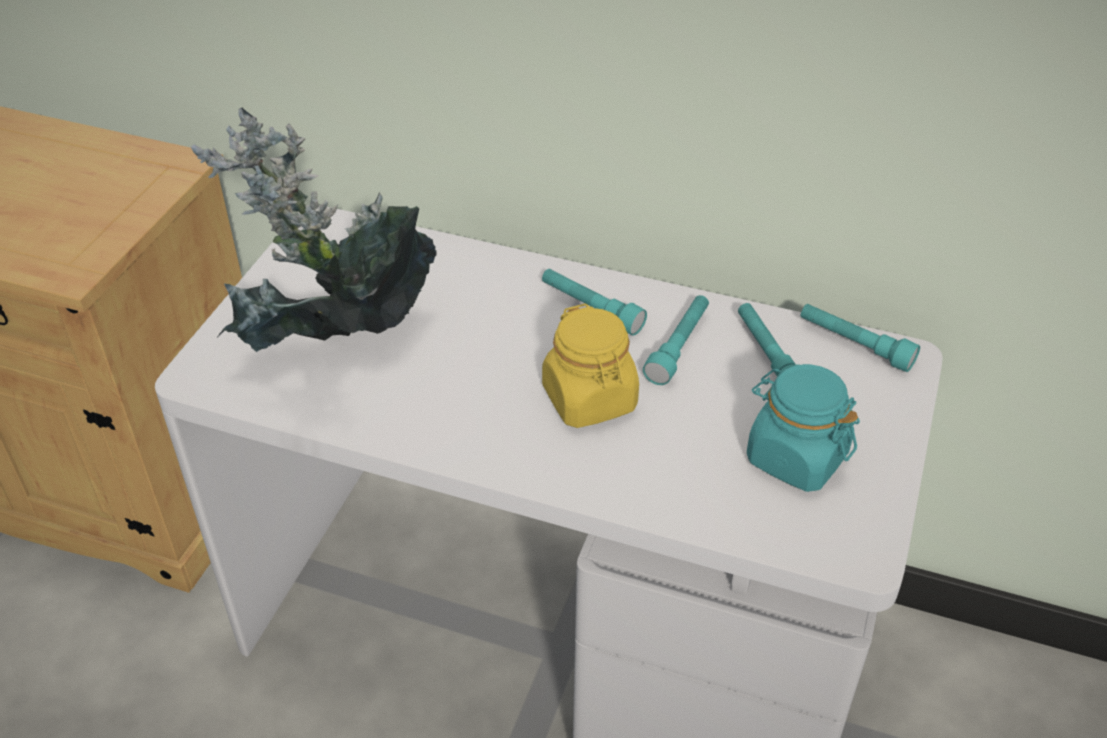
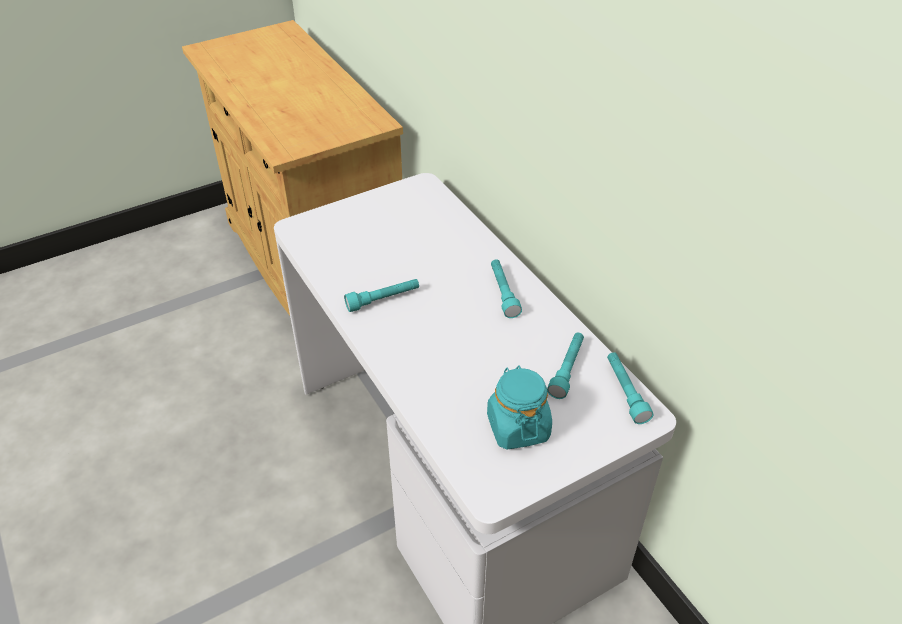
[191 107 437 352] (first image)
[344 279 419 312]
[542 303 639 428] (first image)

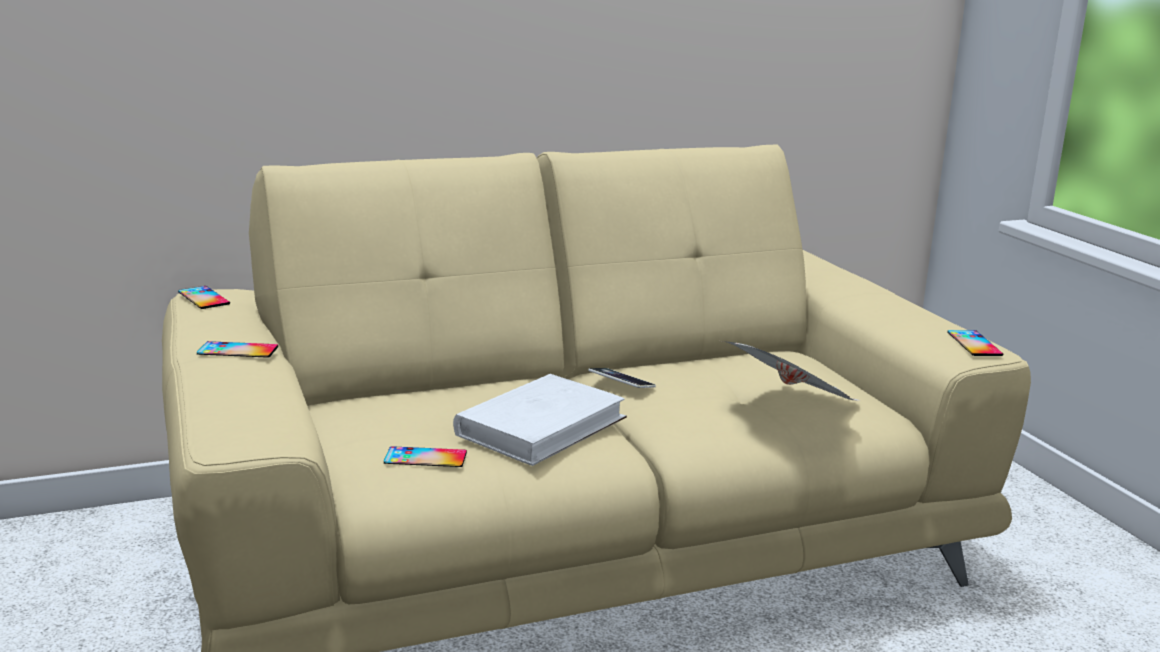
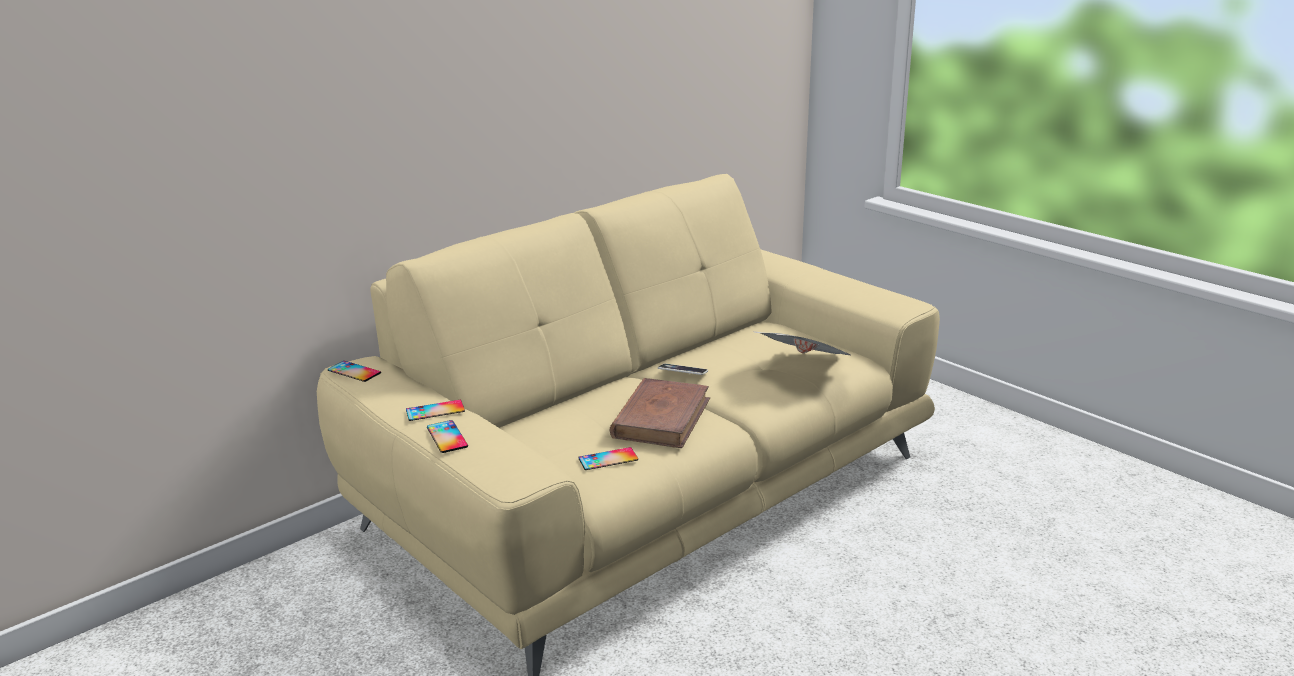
[427 420 468 453]
[610 378 710 448]

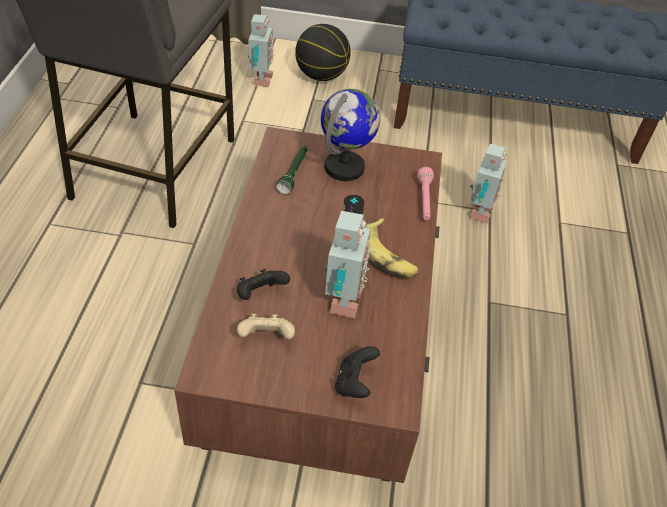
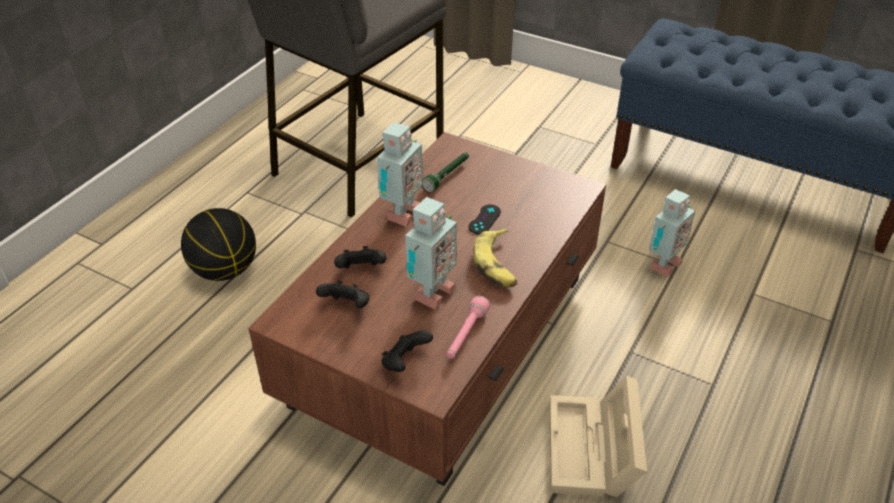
[377 122 423 227]
[181 208 256 281]
[321 89 380 181] (first image)
[447 296 490 359]
[316 281 370 308]
[550 375 647 497]

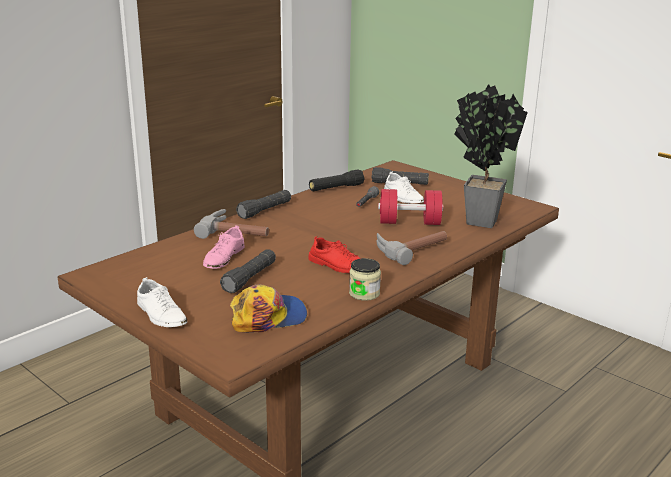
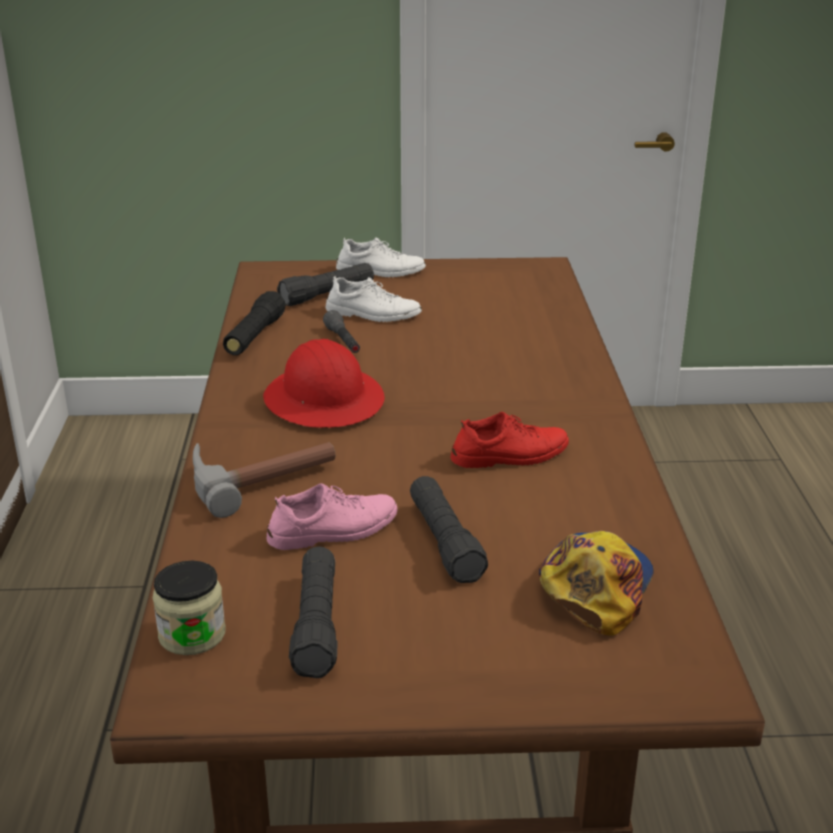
[454 84 528 228] (first image)
[378 189 443 225] (first image)
[289 546 338 678]
[267 483 398 550]
[376 231 447 265] (first image)
[153 561 226 655]
[336 237 426 277]
[263 339 385 428]

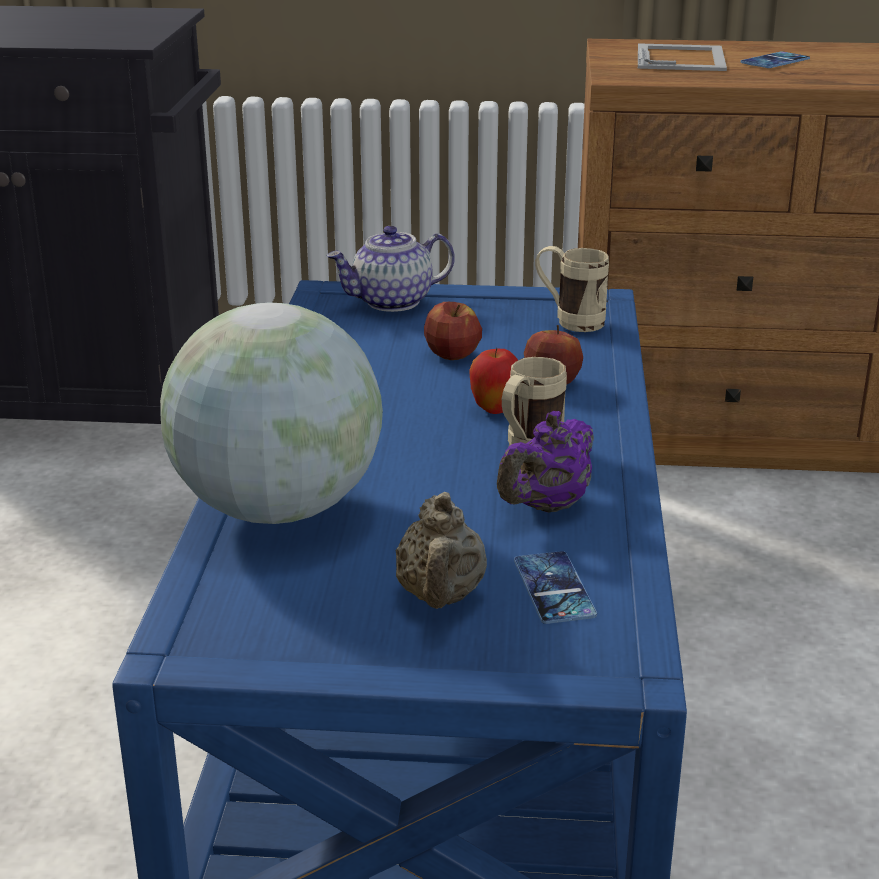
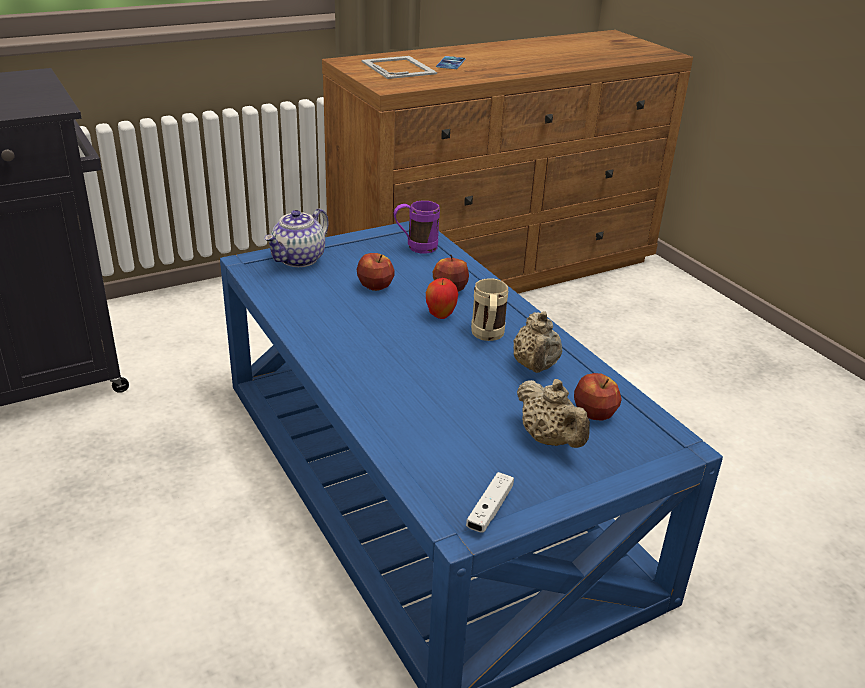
[394 201 440 254]
[160 303 383 524] (first image)
[513 311 562 373]
[574 373 622 421]
[466 472 514 533]

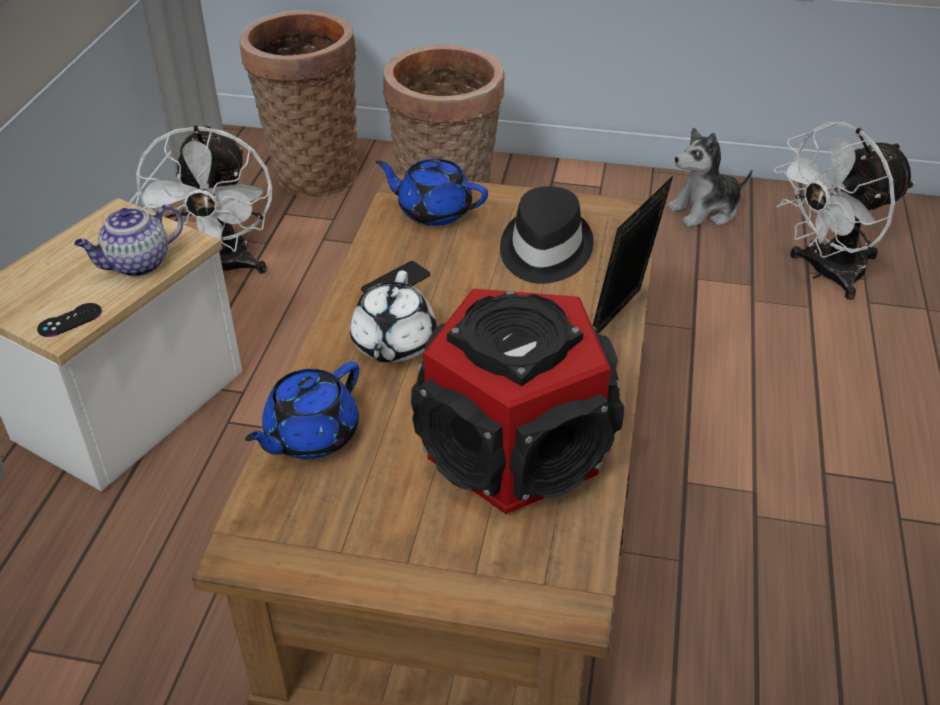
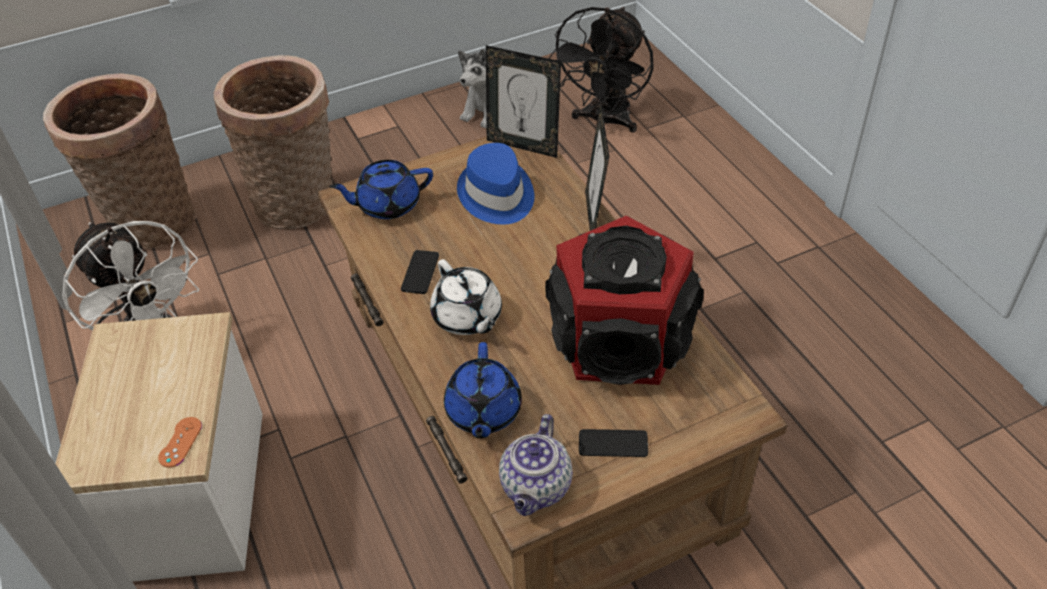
[549 7 654 133]
[457 143 534 224]
[499 414 573 516]
[158 417 202 468]
[486 45 561 158]
[579 429 648 457]

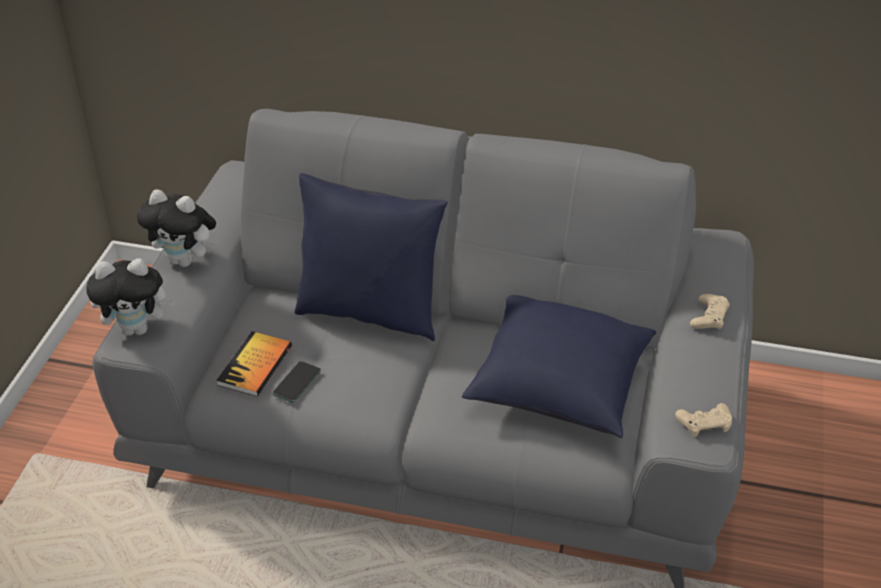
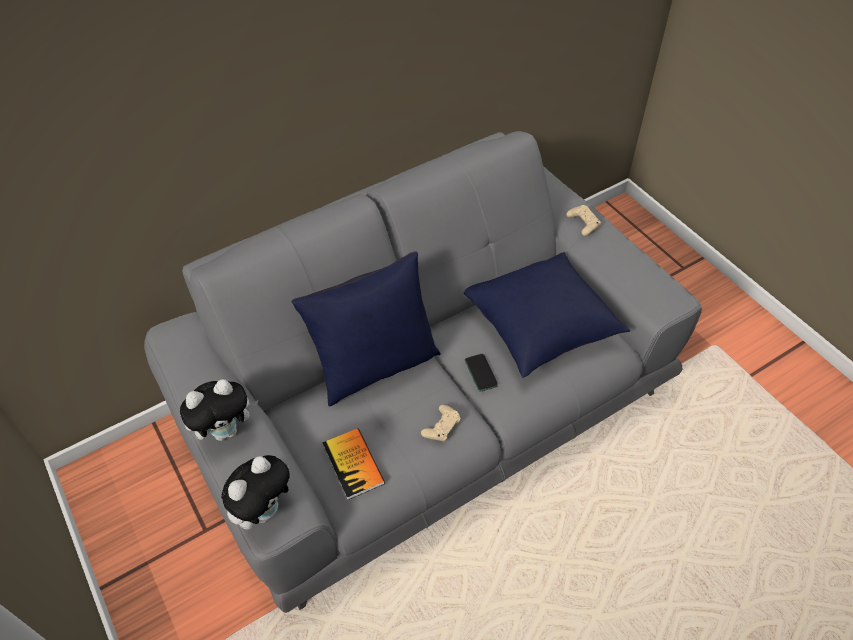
[465 354 498 392]
[421 405 461 442]

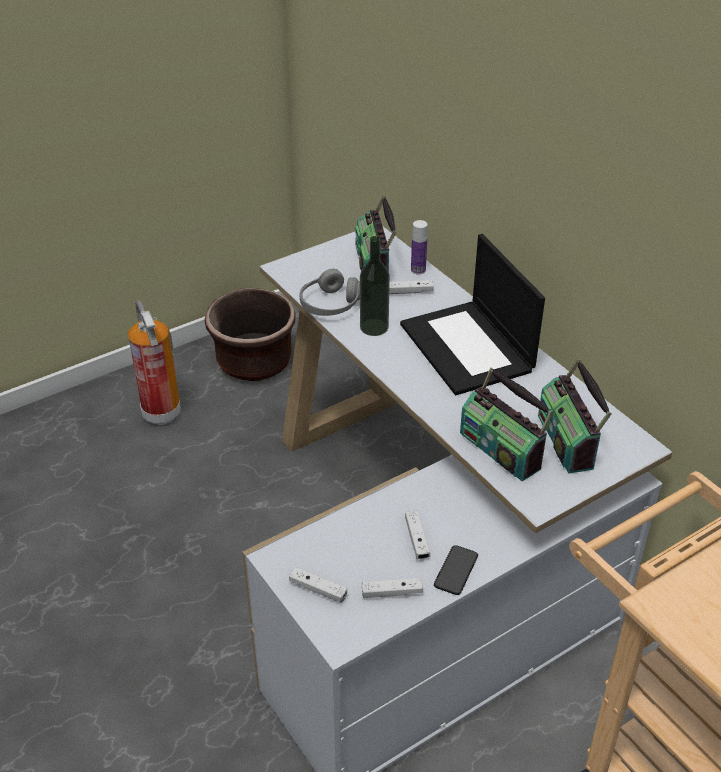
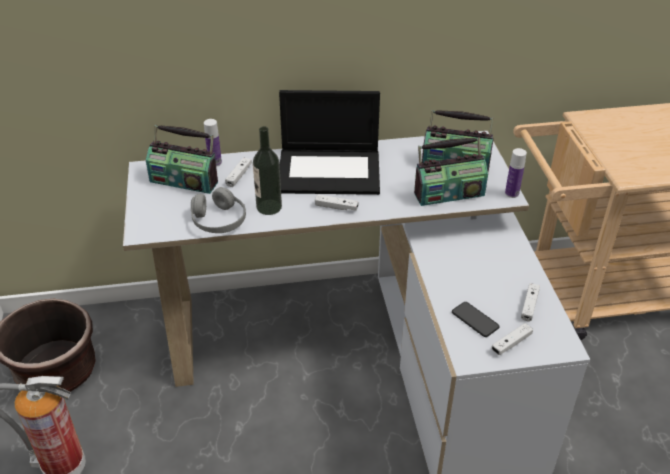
[315 194 358 211]
[452 302 500 337]
[505 148 527 198]

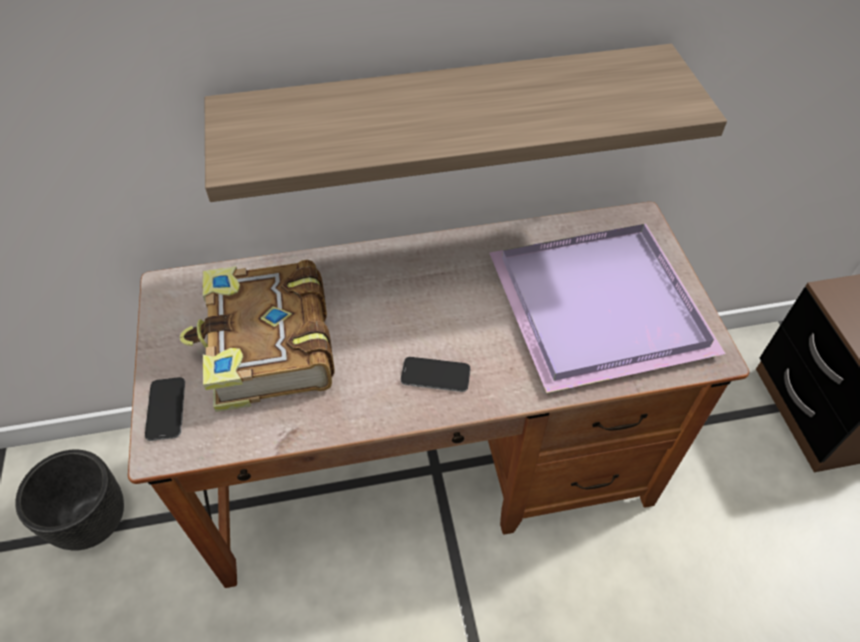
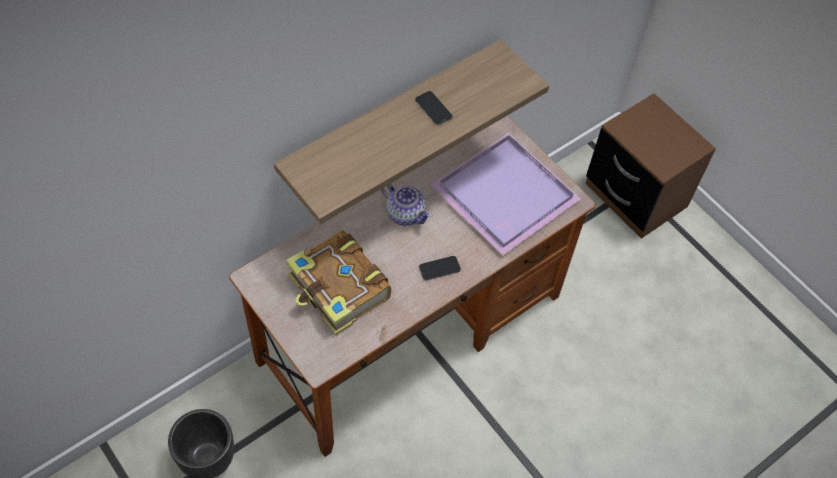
[415 91 453 125]
[381 184 432 226]

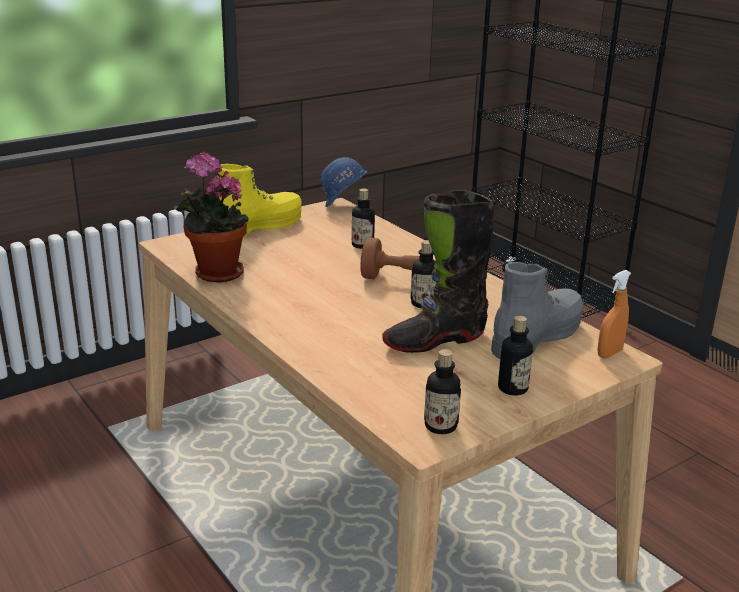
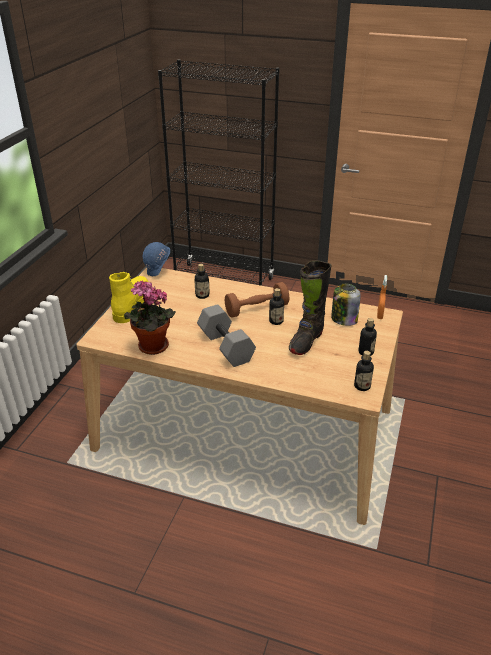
[331 284 361 326]
[197 304 256 367]

